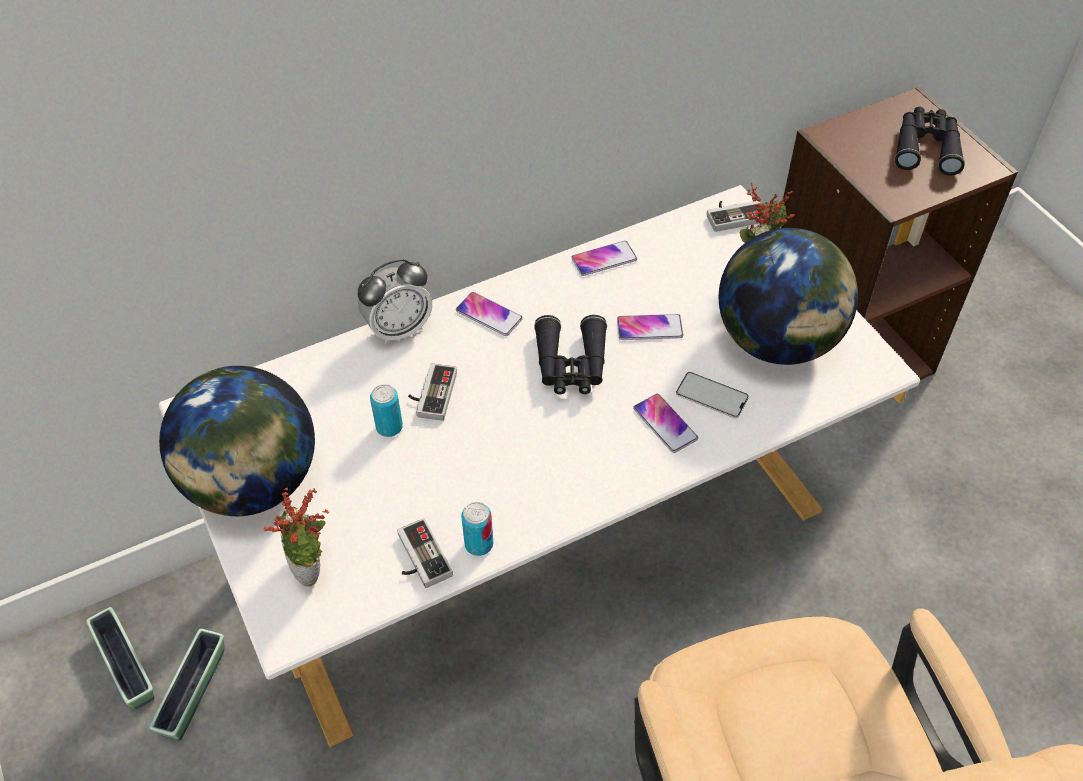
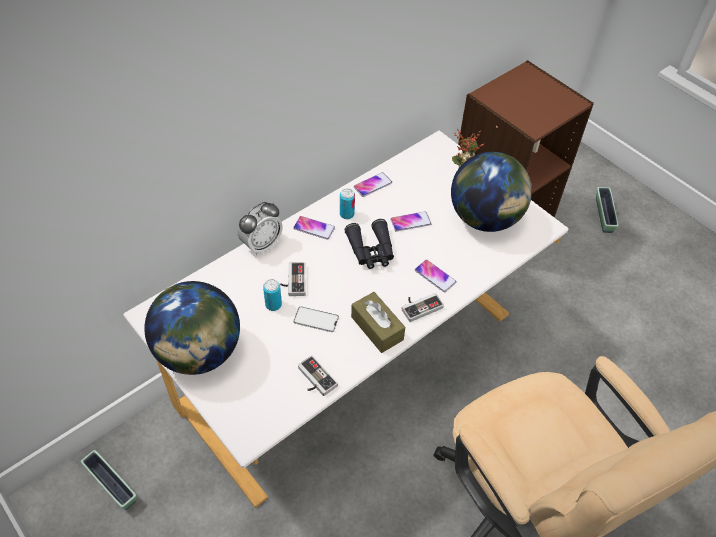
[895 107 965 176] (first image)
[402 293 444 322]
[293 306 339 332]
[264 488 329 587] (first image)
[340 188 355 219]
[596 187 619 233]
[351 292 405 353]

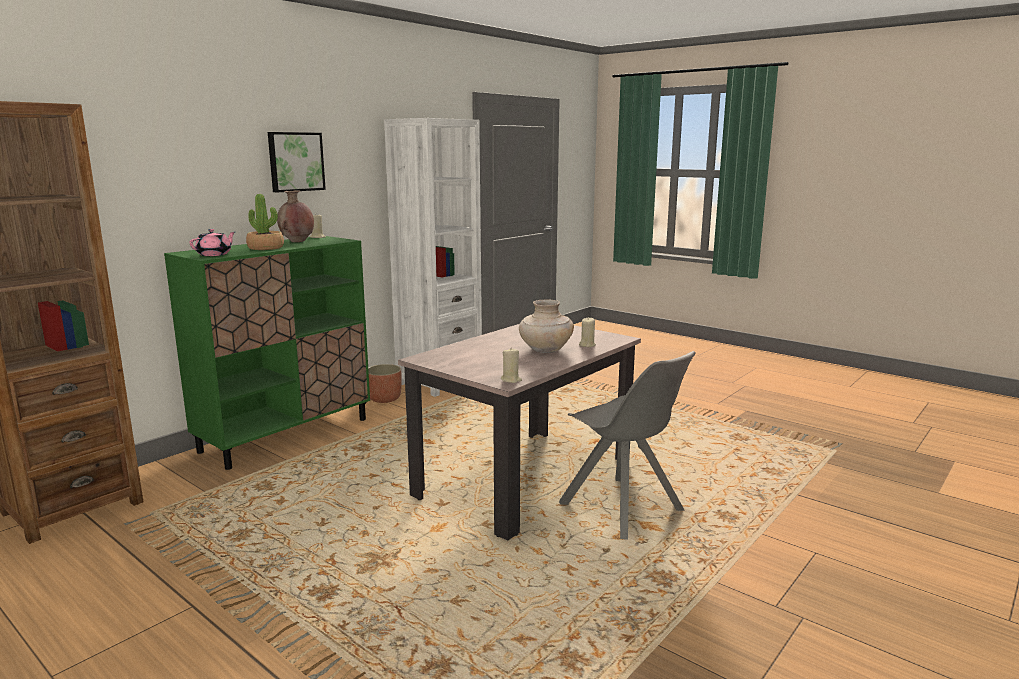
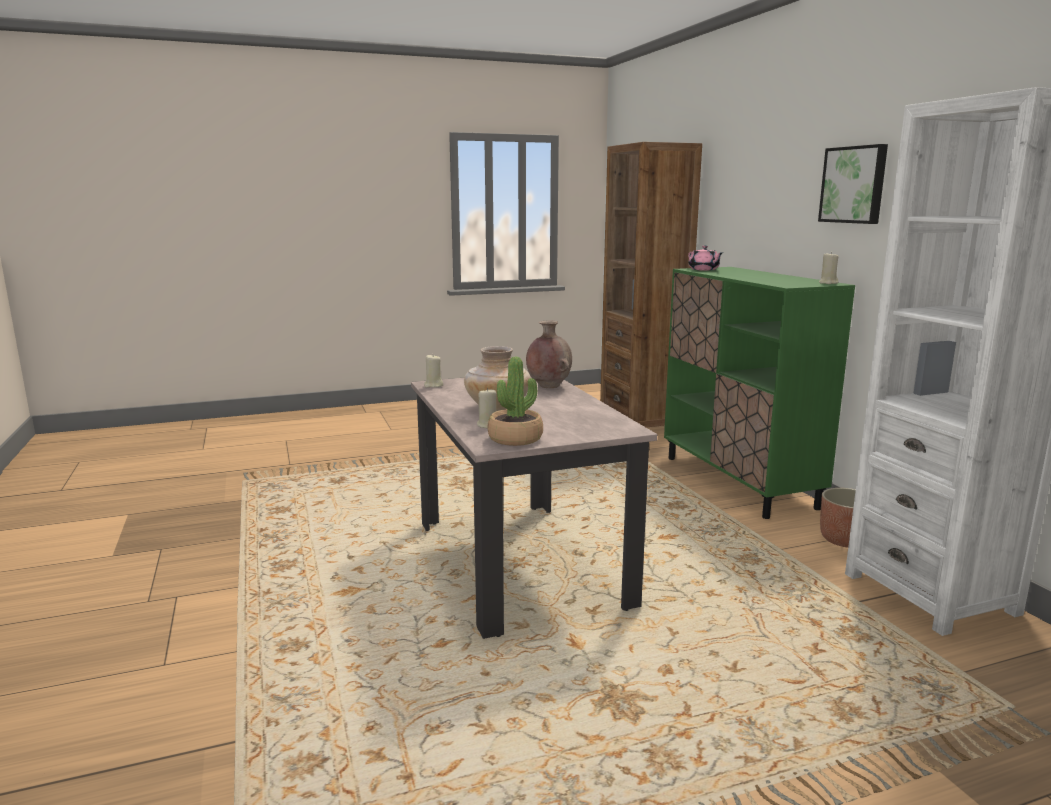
[526 320 572 388]
[488 356 543 446]
[559 351 695 540] (first image)

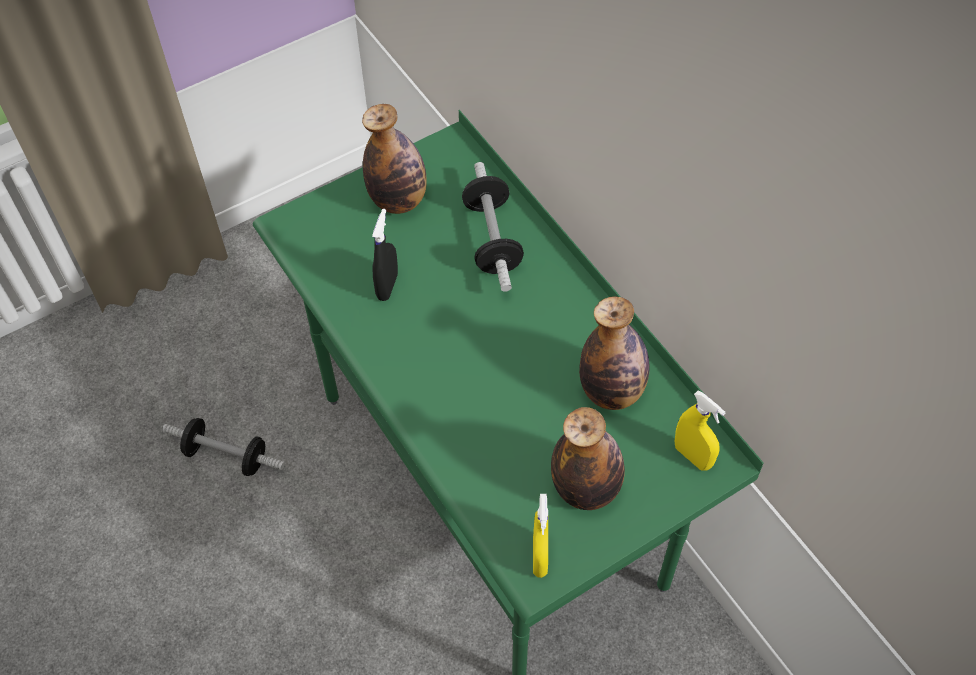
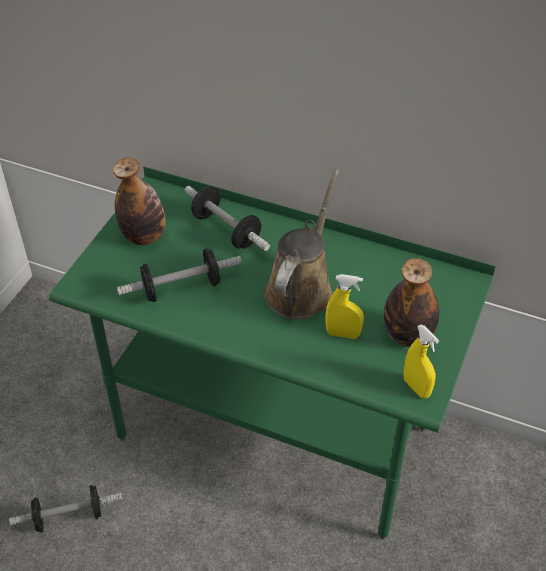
[117 249 242 302]
[579 296 650 410] (first image)
[325 274 364 339]
[264 169 340 319]

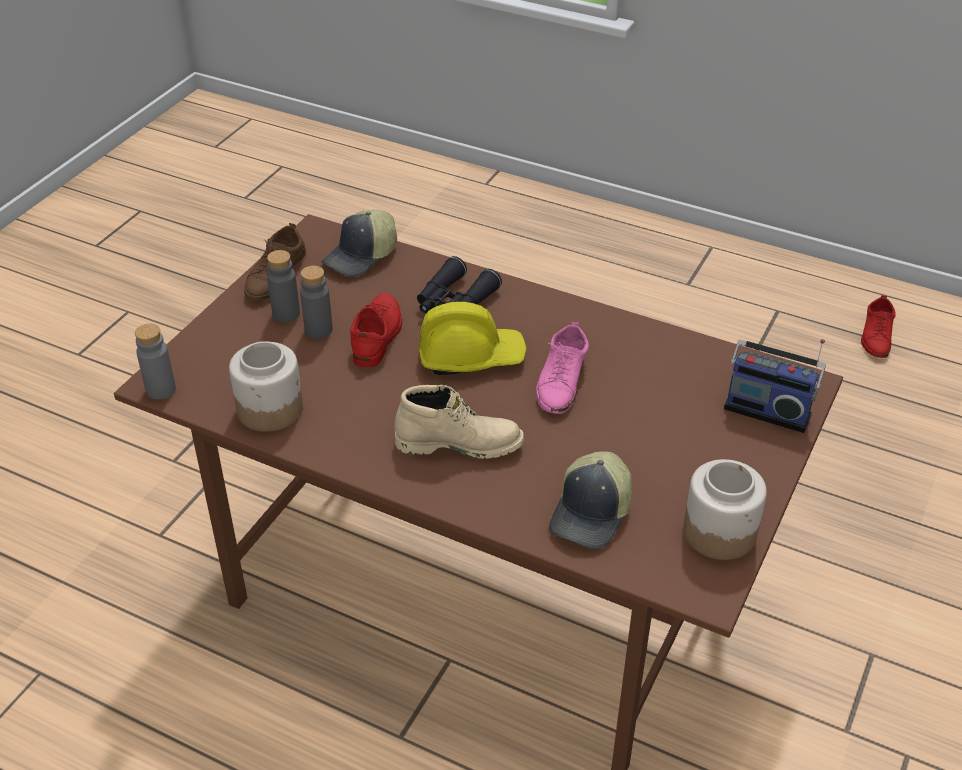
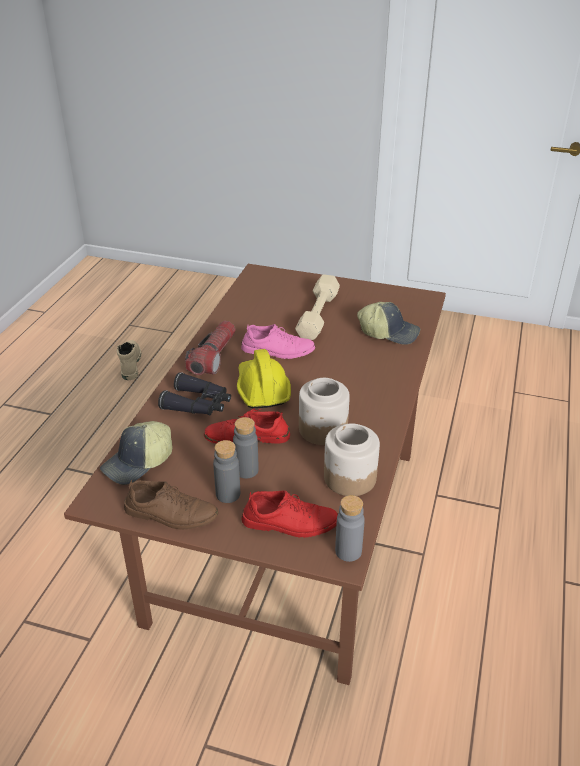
[100 421 172 485]
[241 490 338 538]
[724 339 826 433] (first image)
[117 340 141 380]
[299 378 350 445]
[295 274 340 340]
[185 321 236 375]

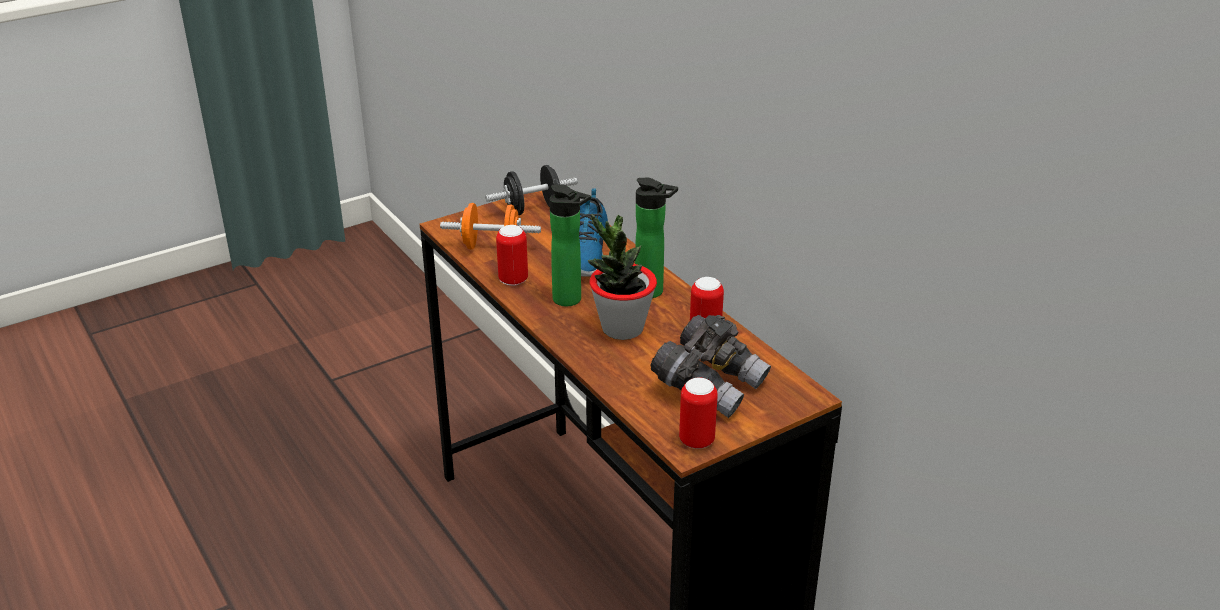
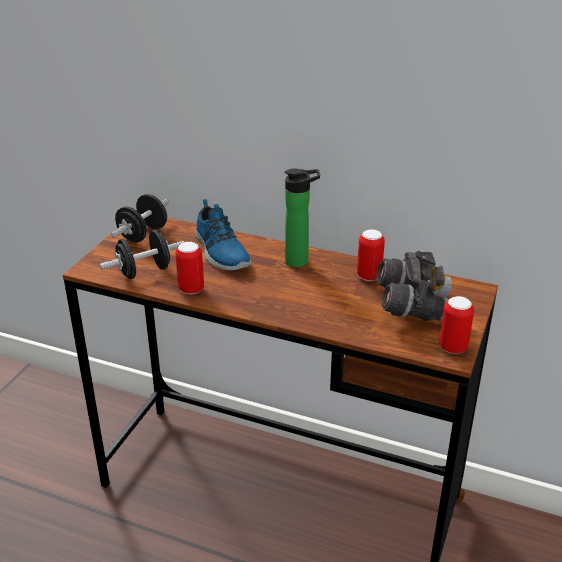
[549 184 591 306] (first image)
[99 230 184 279]
[588 214 657 340] (first image)

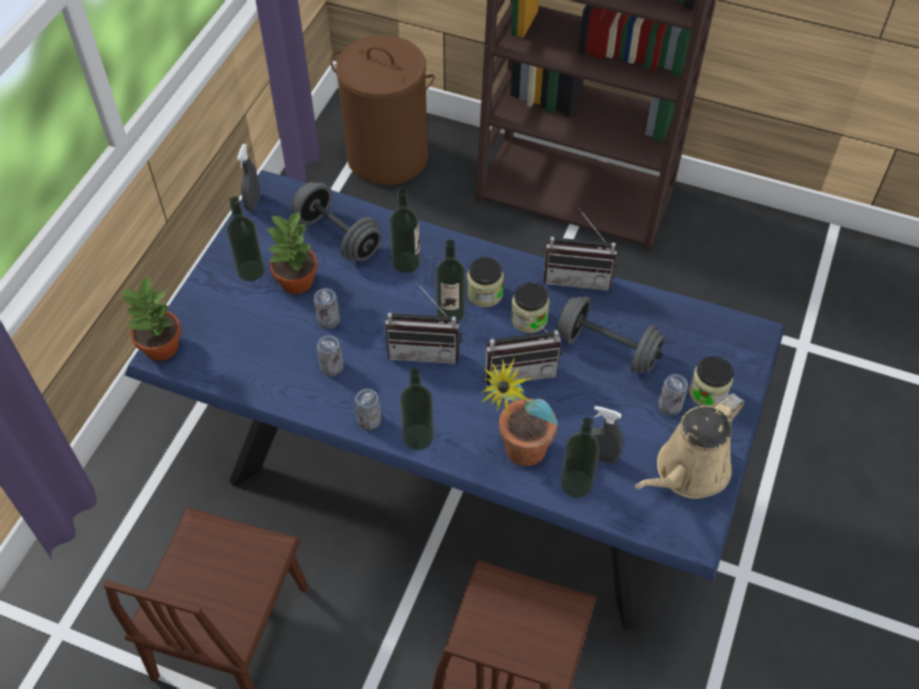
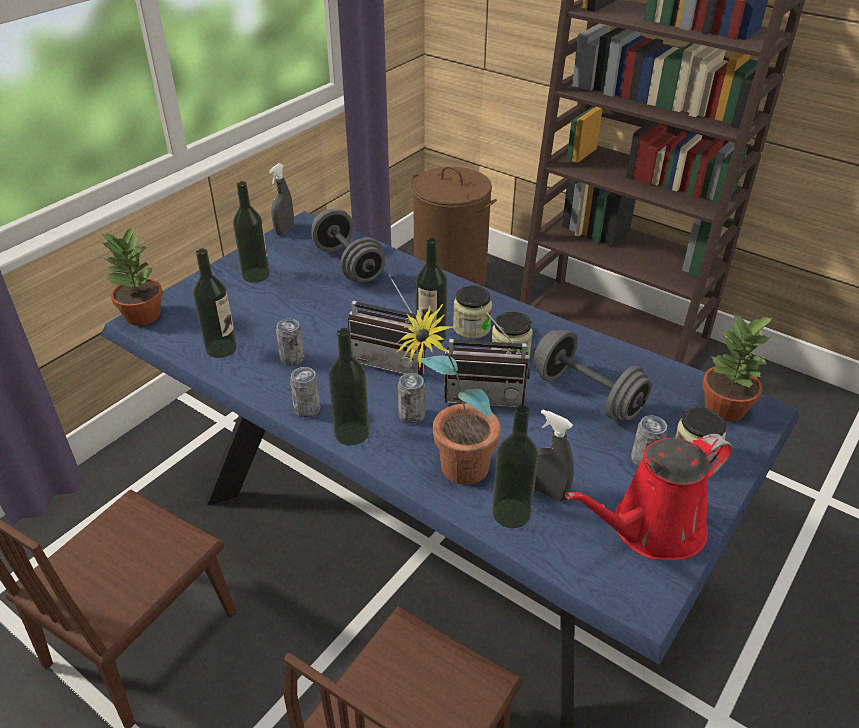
[193 248 237 358]
[543 209 617 291] (first image)
[702 314 774 422]
[398 373 425 424]
[565 434 733 560]

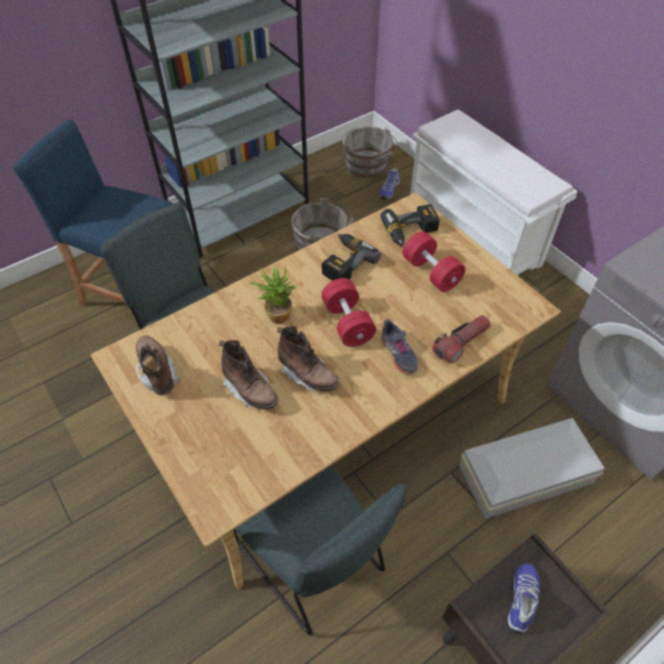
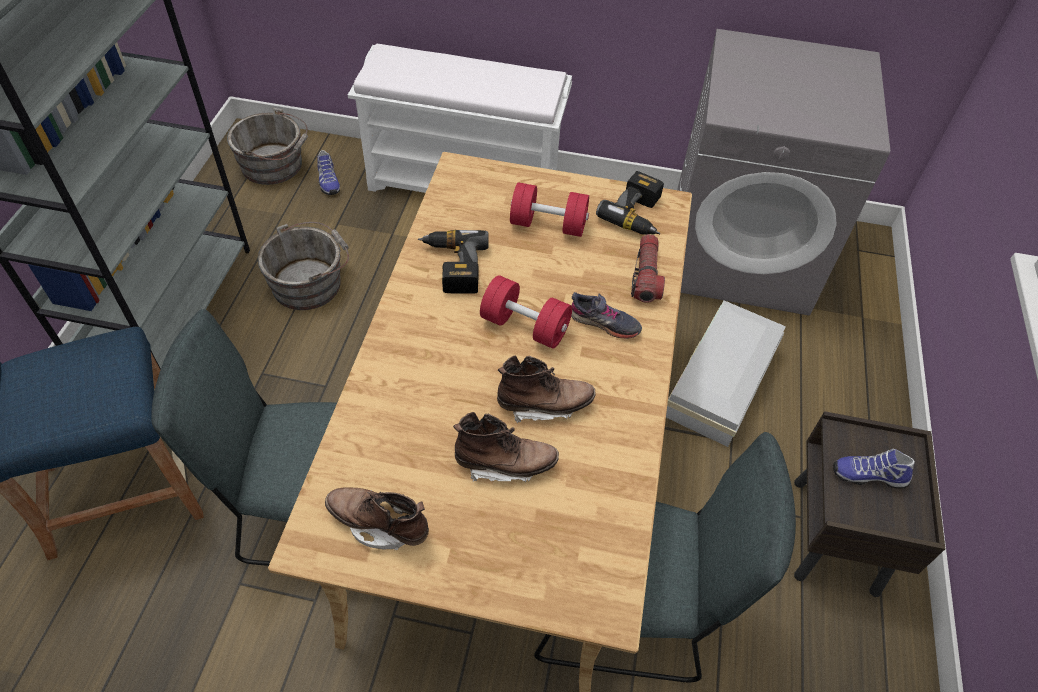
[596 171 664 235]
[249 265 297 324] (first image)
[833 449 915 488]

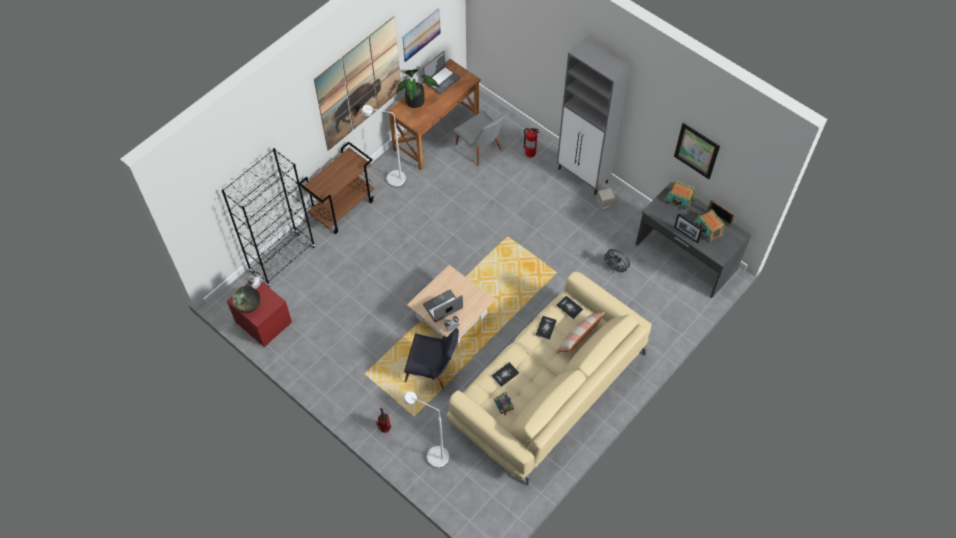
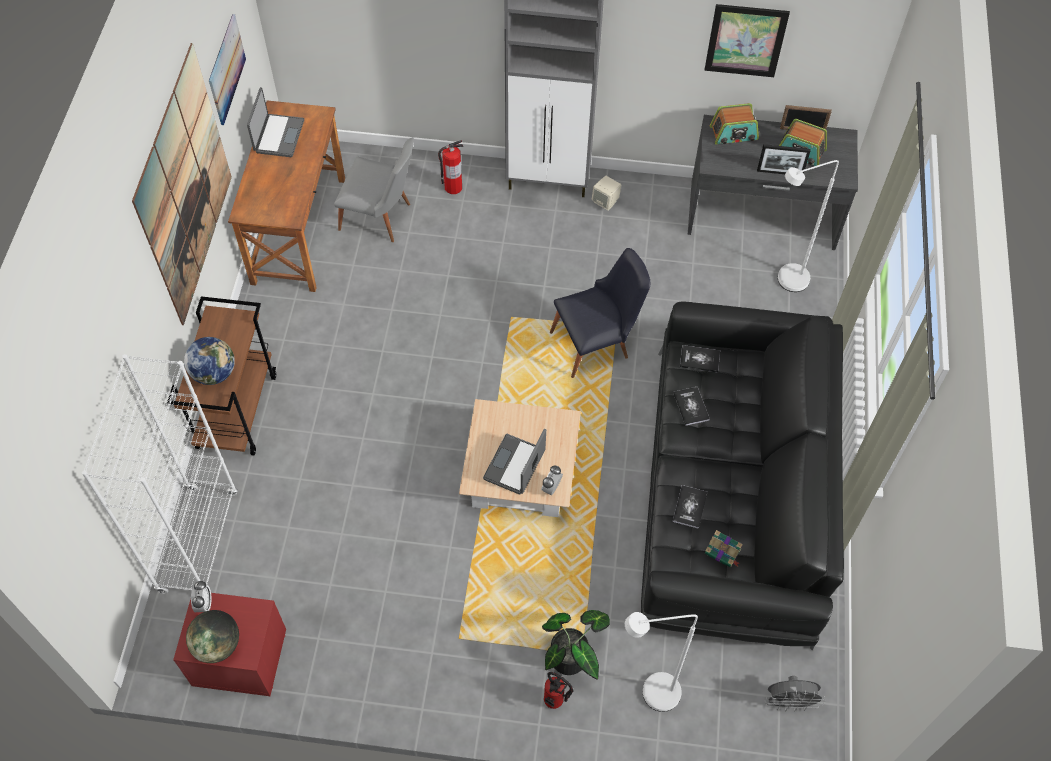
[542 610 610 680]
[778 160 839 292]
[82 354 238 594]
[765 676 826 712]
[641 301 844 650]
[556 312 605 353] (first image)
[550 248 650 378]
[184 337 235 385]

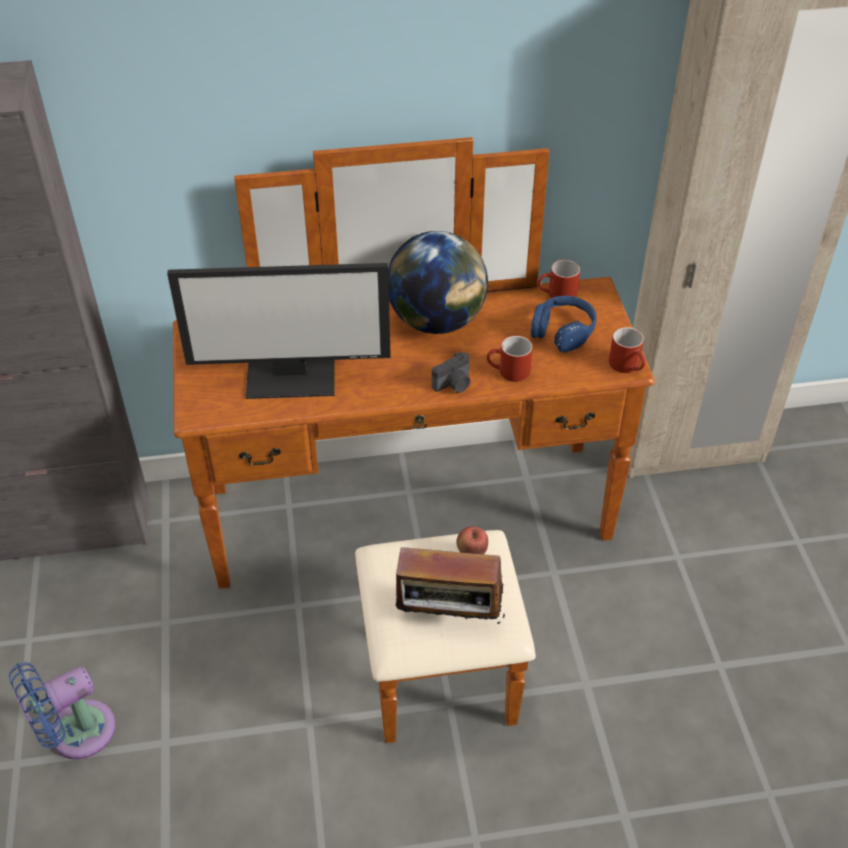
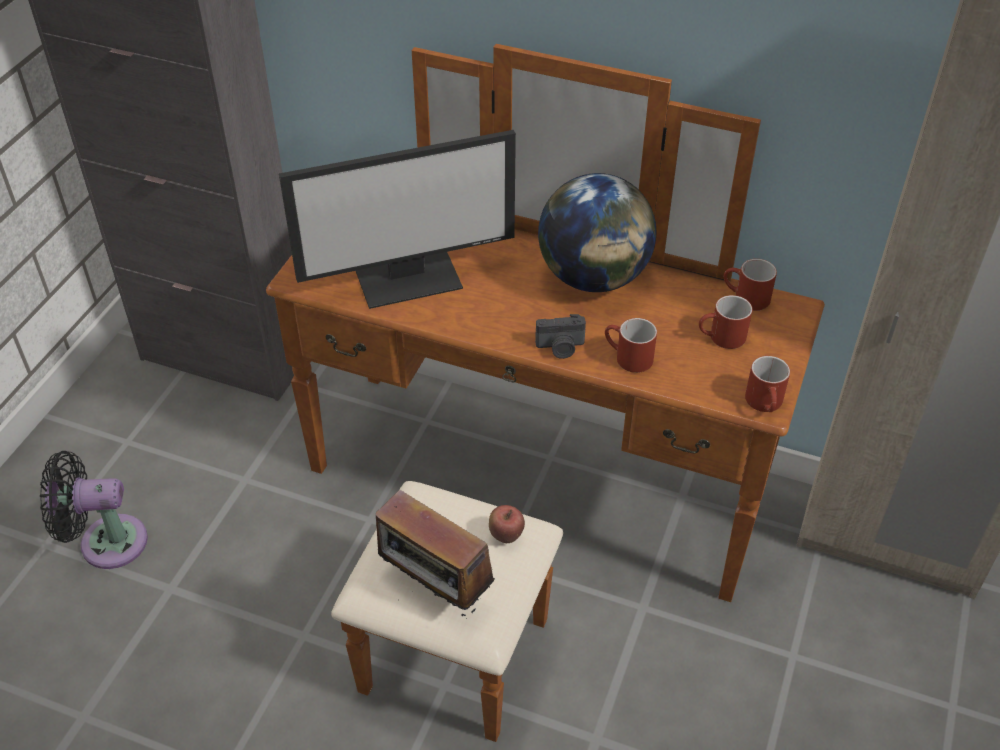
[279 130 516 309]
[699 295 752 349]
[40 451 148 569]

